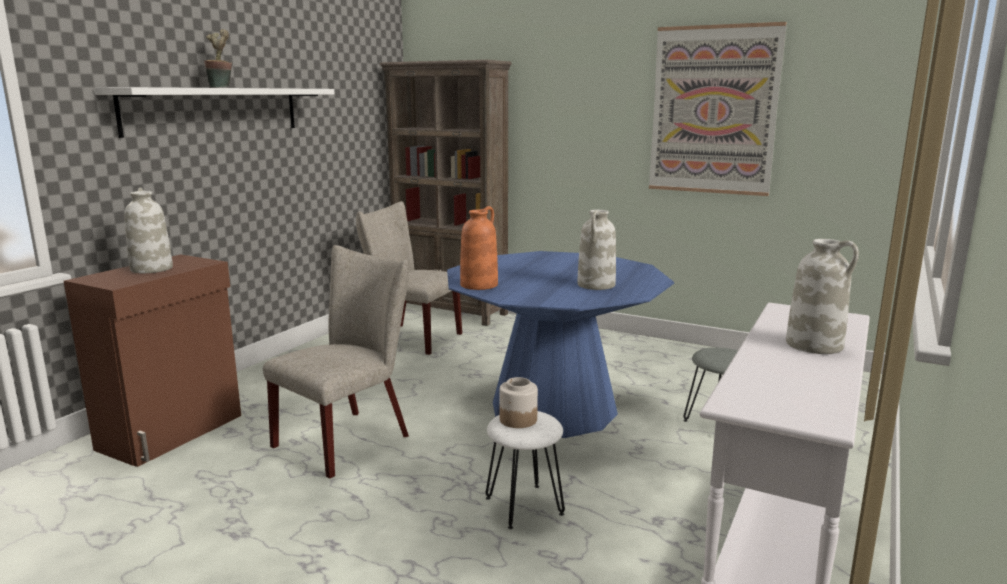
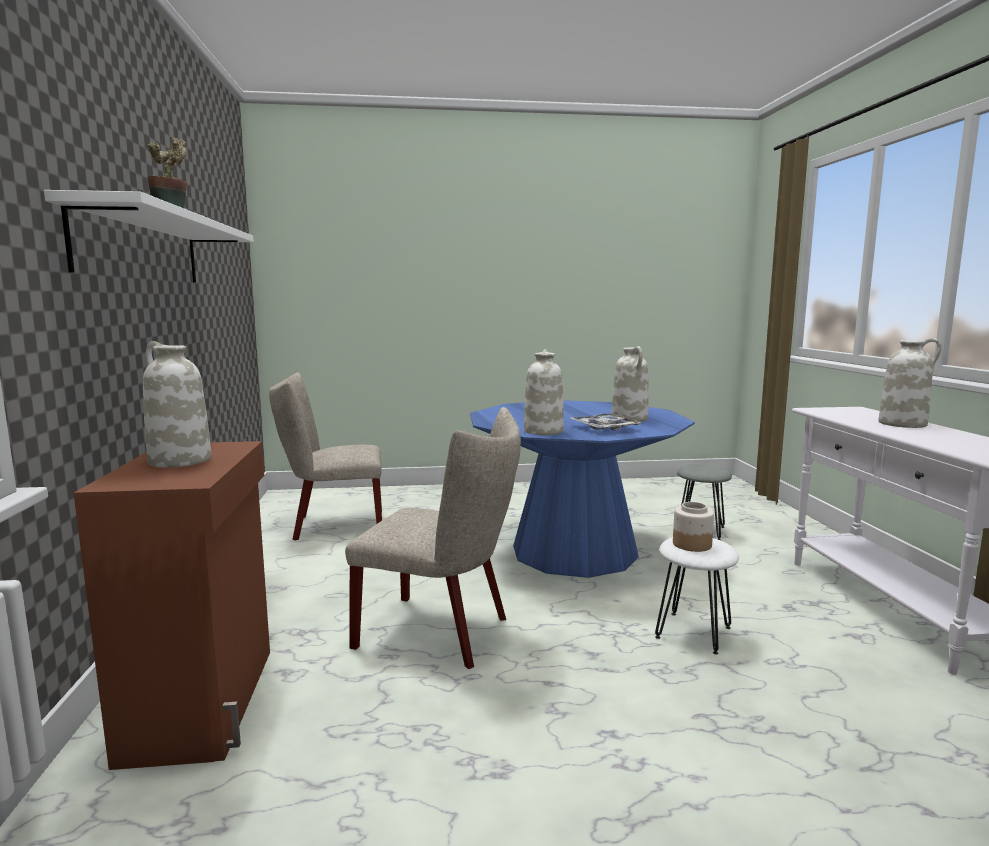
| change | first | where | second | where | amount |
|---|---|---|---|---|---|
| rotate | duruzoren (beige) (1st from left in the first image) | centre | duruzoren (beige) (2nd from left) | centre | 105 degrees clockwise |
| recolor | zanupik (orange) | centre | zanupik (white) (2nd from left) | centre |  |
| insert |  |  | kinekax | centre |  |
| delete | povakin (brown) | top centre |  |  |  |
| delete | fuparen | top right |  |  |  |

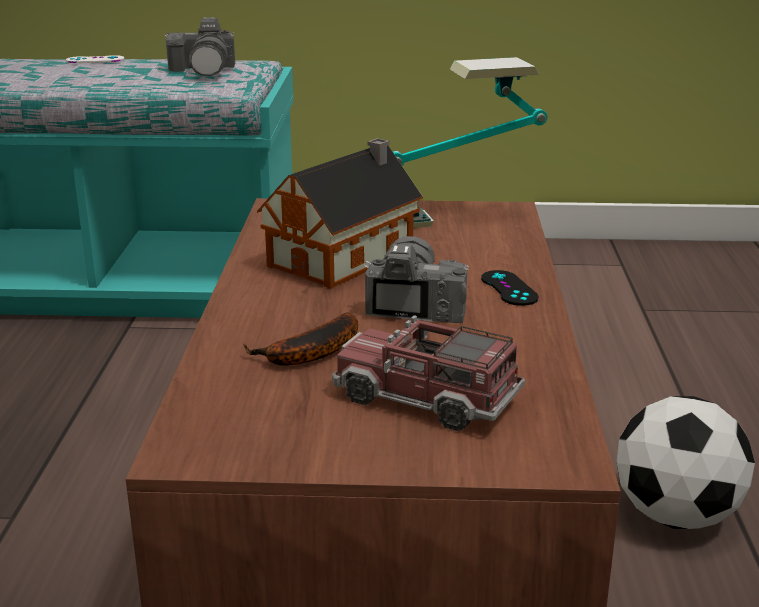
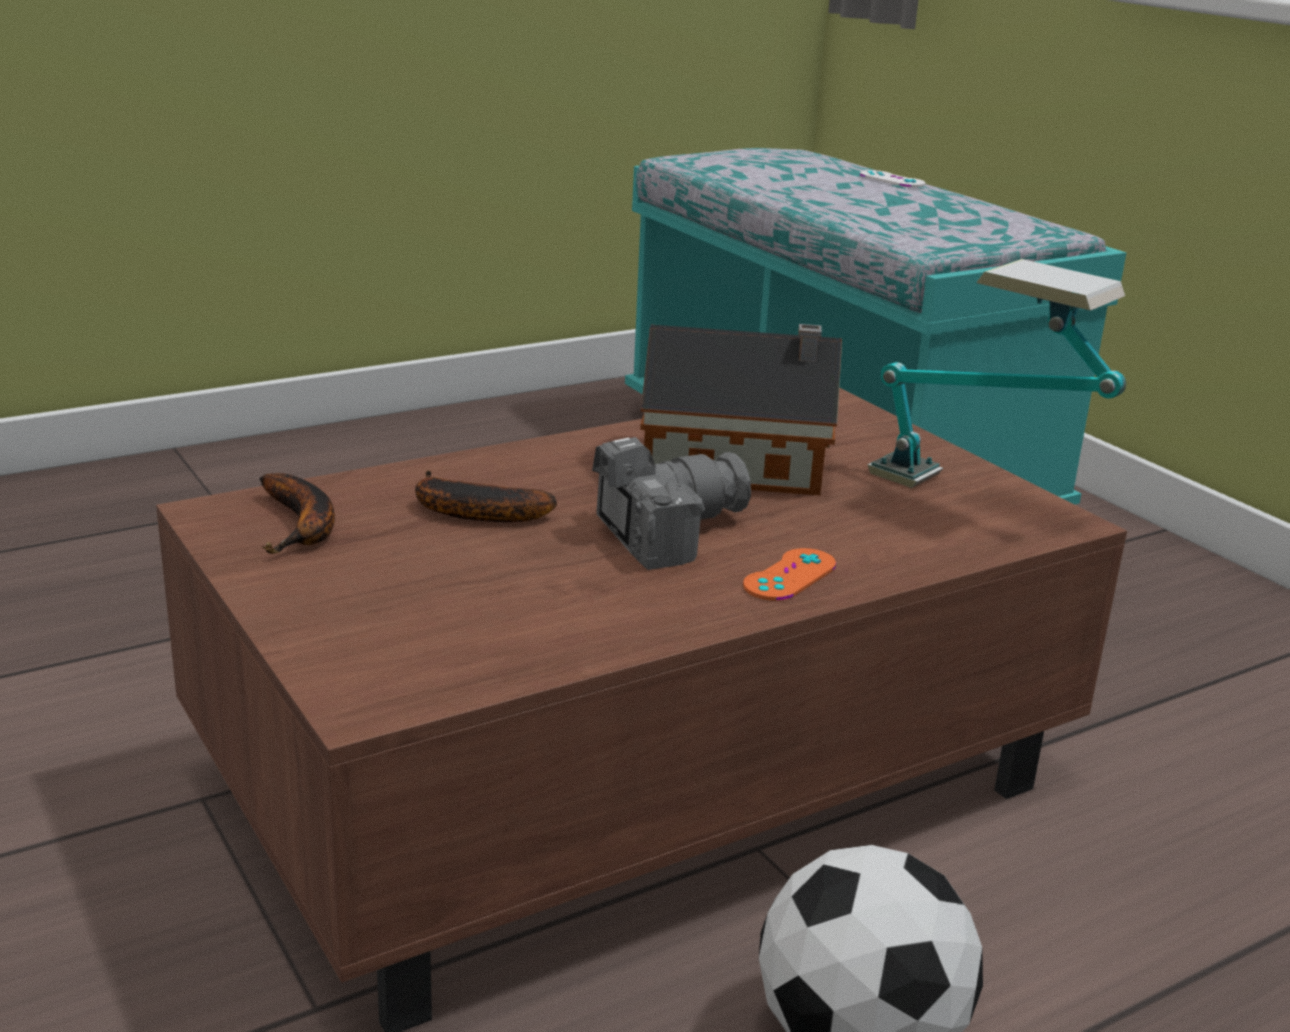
| change | first | where | second | where | amount |
|---|---|---|---|---|---|
| insert |  |  | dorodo (1st from left) | middle left |  |
| recolor | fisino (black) | middle right | fisino (orange) | centre |  |
| delete | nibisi (1st from left) | top left |  |  |  |
| delete | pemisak | centre |  |  |  |

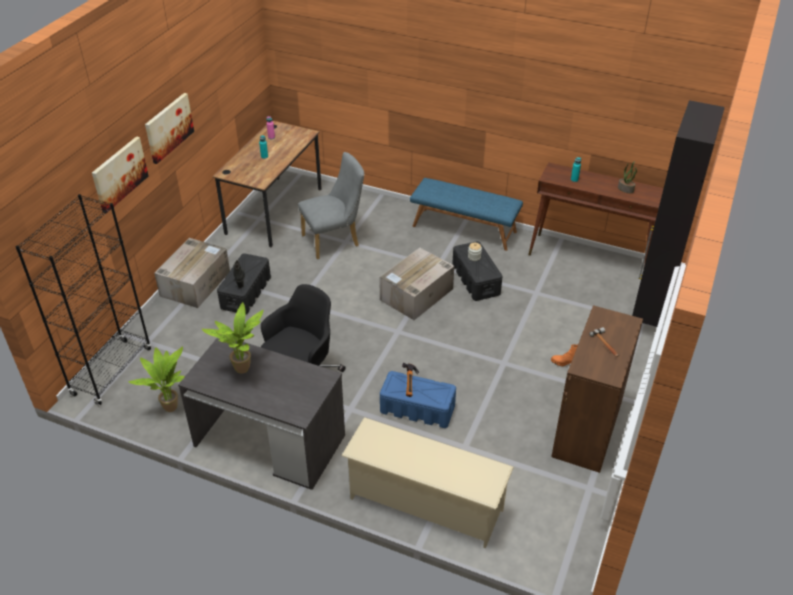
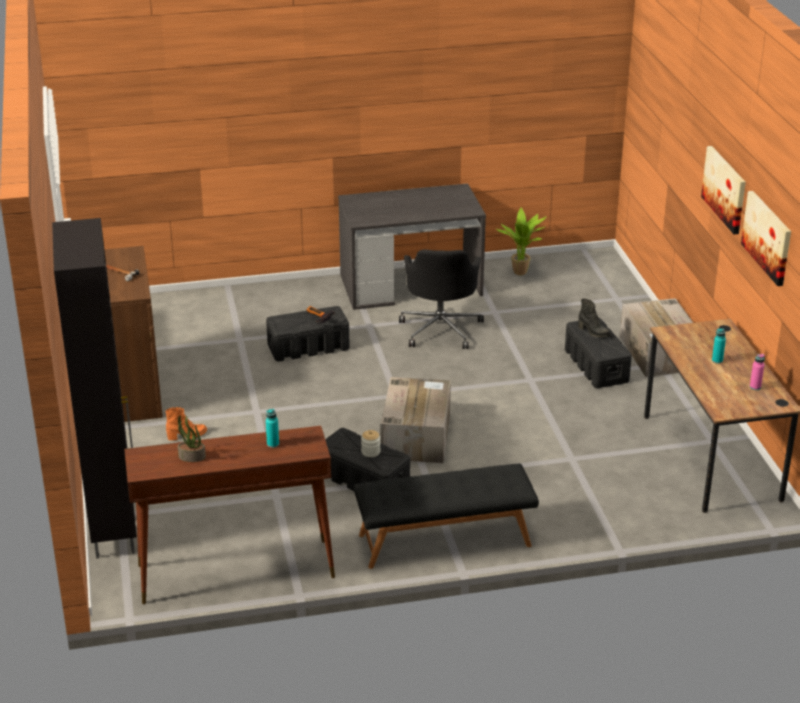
| change | first | where | second | where | amount |
|---|---|---|---|---|---|
| recolor | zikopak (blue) | bottom centre | zikopak (black) (1st from left) | centre |  |
| recolor | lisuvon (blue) | centre | lisuvon (black) | bottom centre |  |
| move | fuparen (1st from left in the first image) | top left | fuparen (2nd from left) | middle right |  |
| delete | povakin (black) | middle left |  |  |  |
| delete | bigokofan (2nd from left) | middle left |  |  |  |
| delete | duruzoren (grey) | centre |  |  |  |
| delete | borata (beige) | bottom centre |  |  |  |

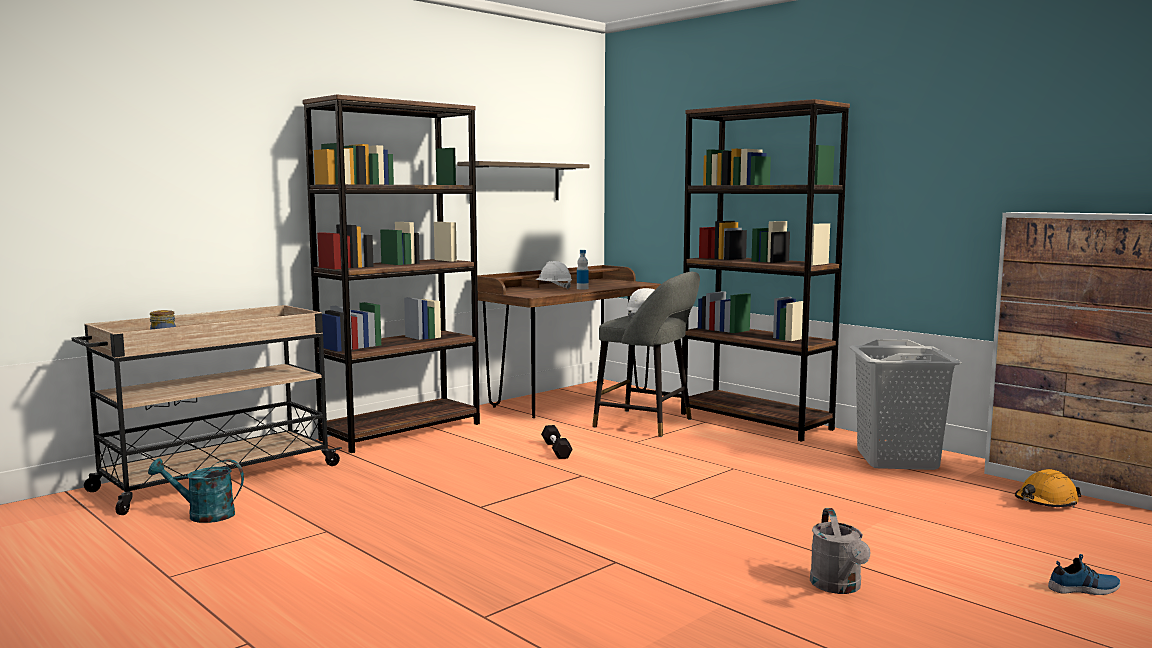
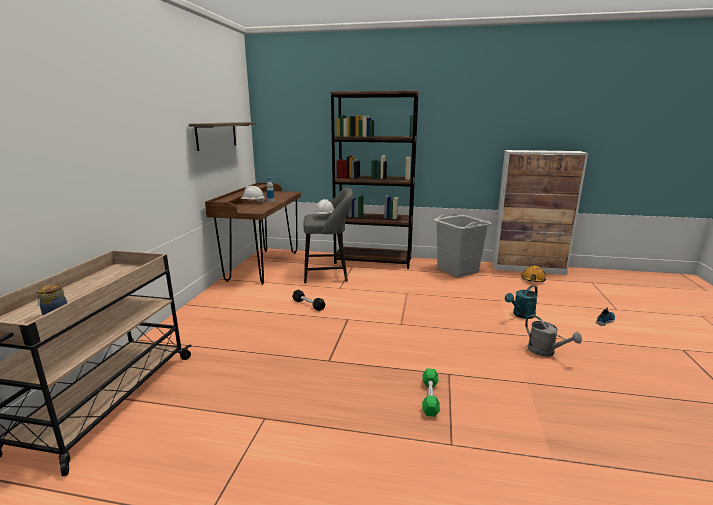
| change | first | where | second | where | amount |
|---|---|---|---|---|---|
| insert |  |  | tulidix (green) | bottom centre |  |
| move | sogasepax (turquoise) | bottom left |  | middle right |  |
| delete | povakin (brown) (1st from left) | centre |  |  |  |

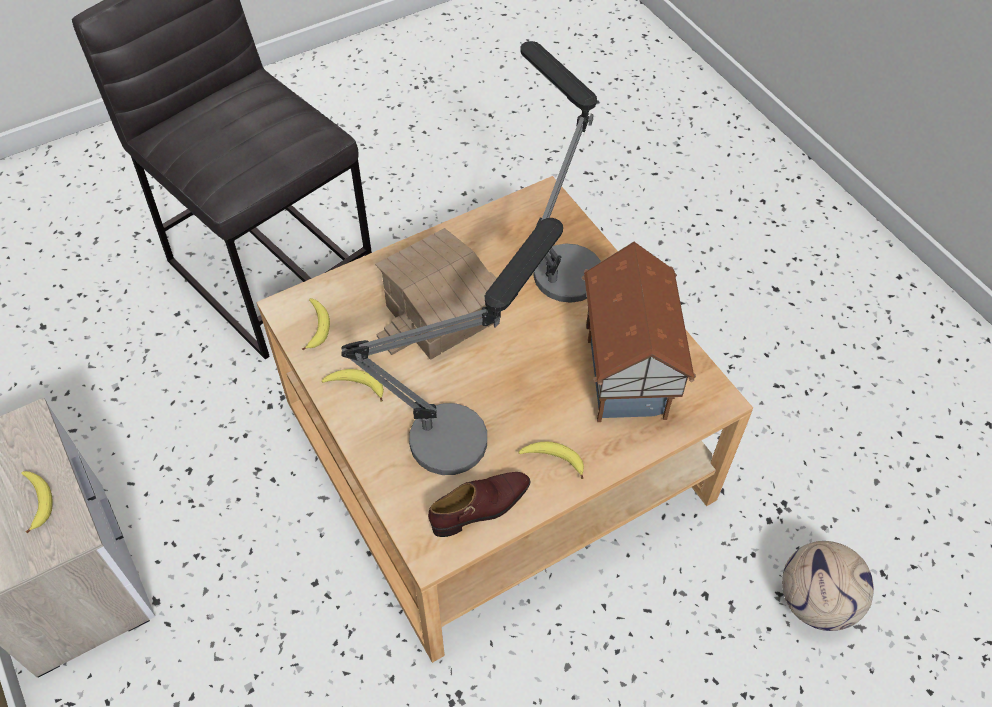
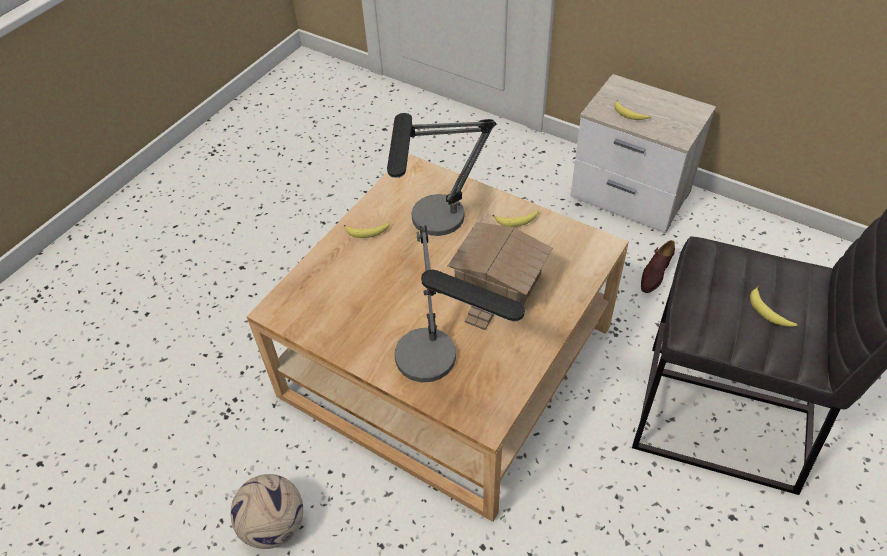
| change | first | where | second | where | amount |
|---|---|---|---|---|---|
| move | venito | bottom right |  | bottom left |  |
| move | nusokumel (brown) | bottom centre |  | middle right |  |
| move | dorodo (2nd from left in the first image) | middle left | dorodo (4th from left) | middle right |  |
| delete | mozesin (2nd from left) | centre |  |  |  |

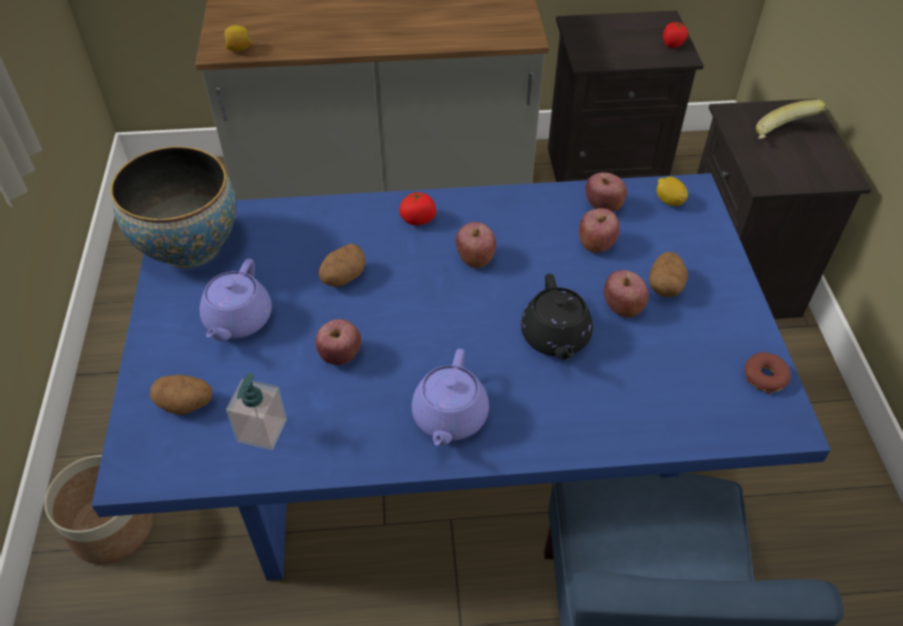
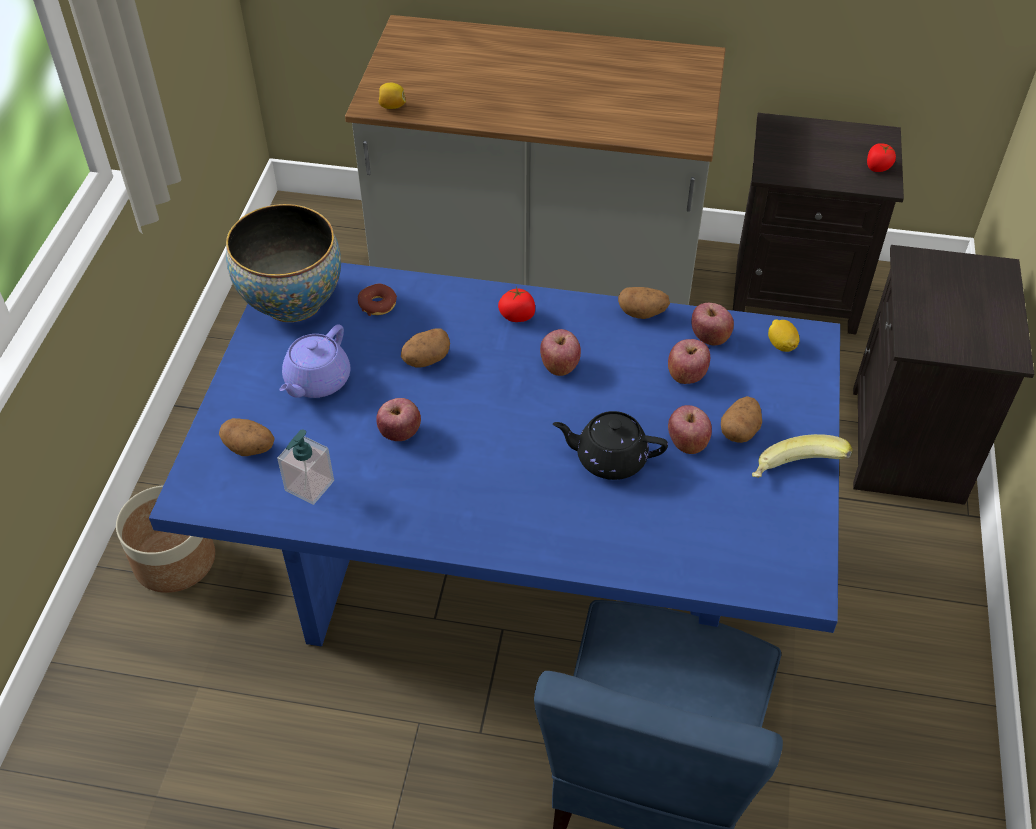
| change | first | where | second | where | amount |
|---|---|---|---|---|---|
| move | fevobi | middle right |  | centre |  |
| rotate | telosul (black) | centre |  | centre | 90 degrees clockwise |
| insert |  |  | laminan (3rd from left) | centre |  |
| move | dorodo | top right |  | middle right |  |
| delete | telosul (purple) (2nd from left) | centre |  |  |  |

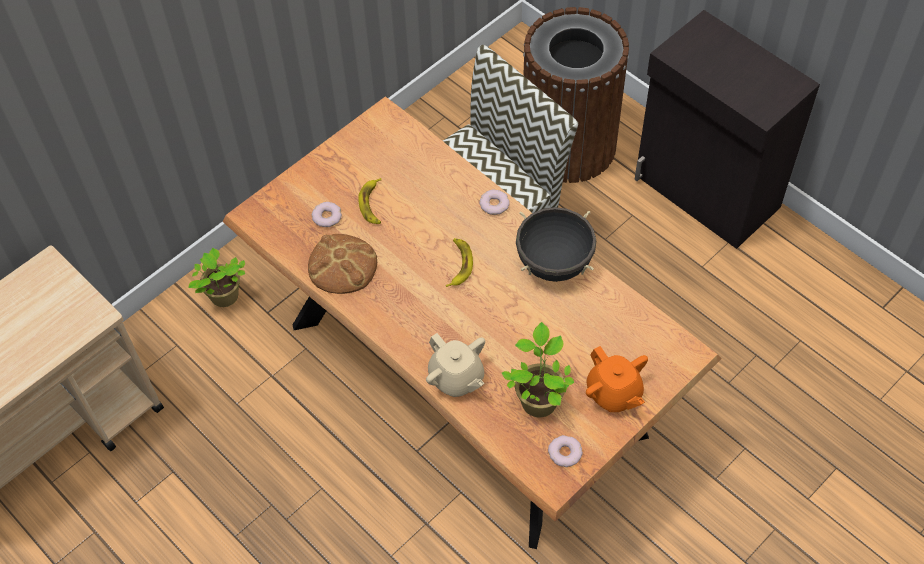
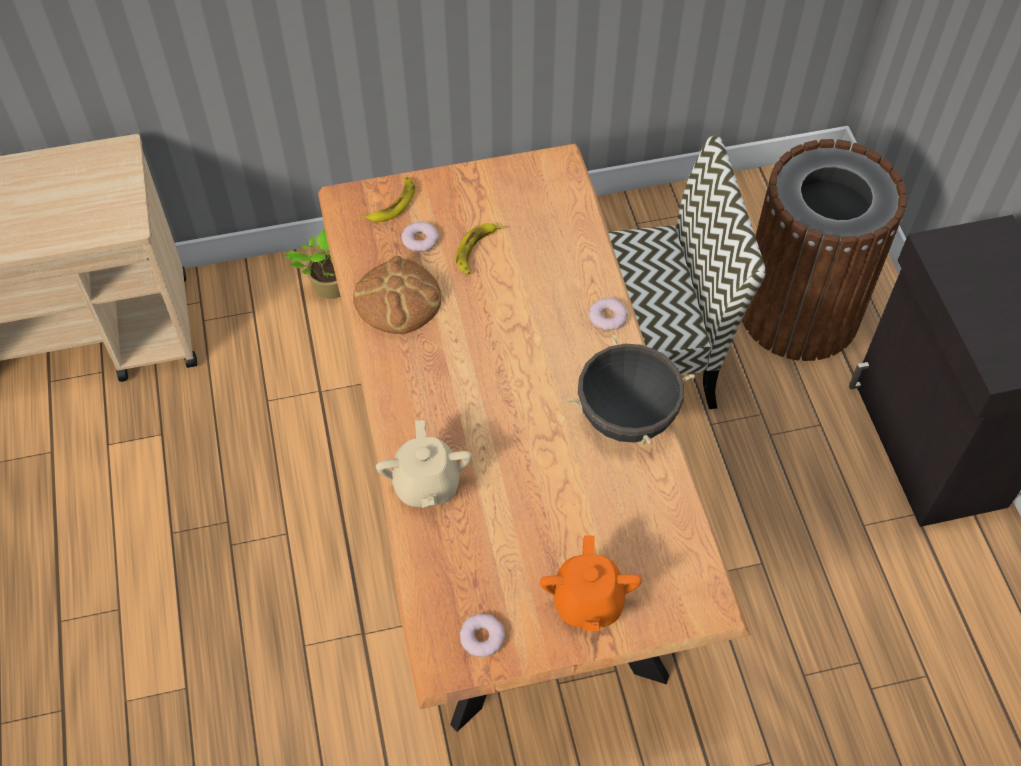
| change | first | where | second | where | amount |
|---|---|---|---|---|---|
| move | dorodo (2nd from left in the first image) | centre | dorodo (1st from left) | top centre |  |
| delete | bigokofan (2nd from left) | centre |  |  |  |

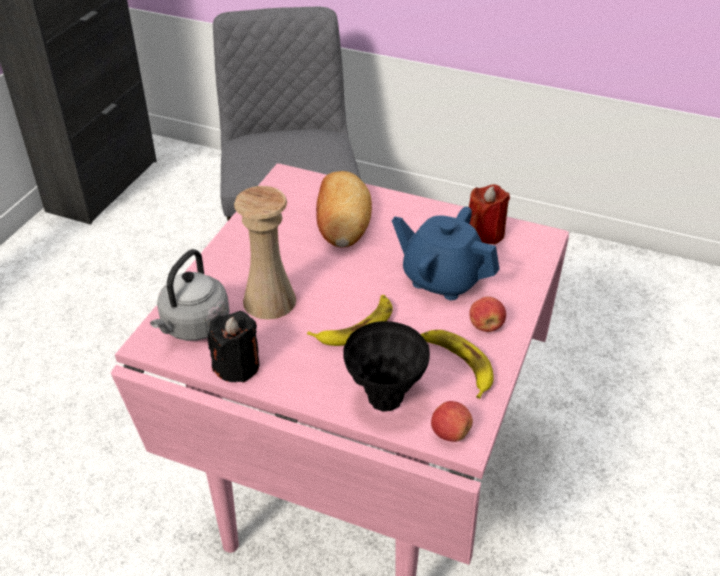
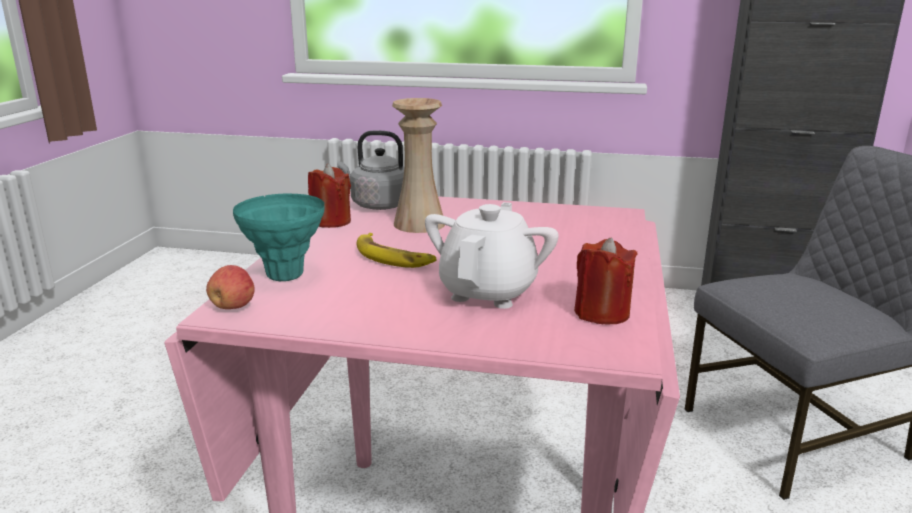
| change | first | where | second | where | amount |
|---|---|---|---|---|---|
| recolor | zanupik (black) | centre | zanupik (turquoise) | middle left |  |
| recolor | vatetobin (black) | middle left | vatetobin (red) (1st from left) | centre |  |
| recolor | telosul (blue) | centre | telosul (white) | centre |  |
| delete | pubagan | centre |  |  |  |
| delete | dorodo (2nd from left) | centre |  |  |  |
| delete | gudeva (2nd from left) | middle right |  |  |  |

